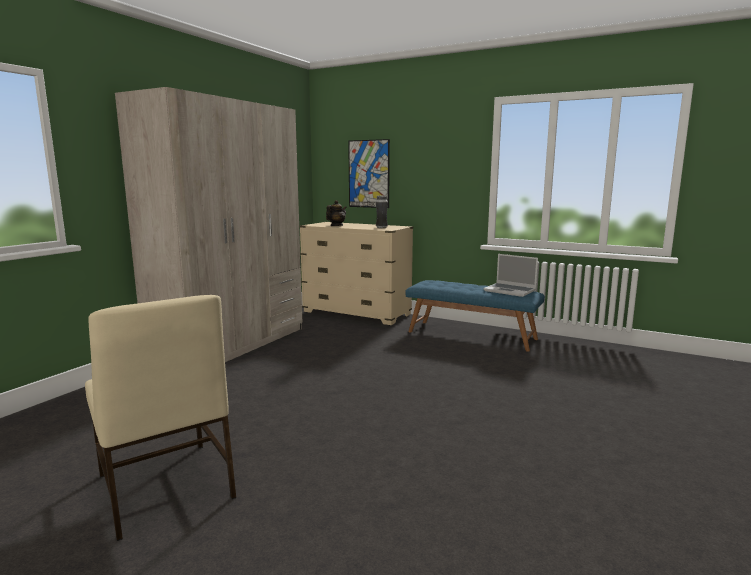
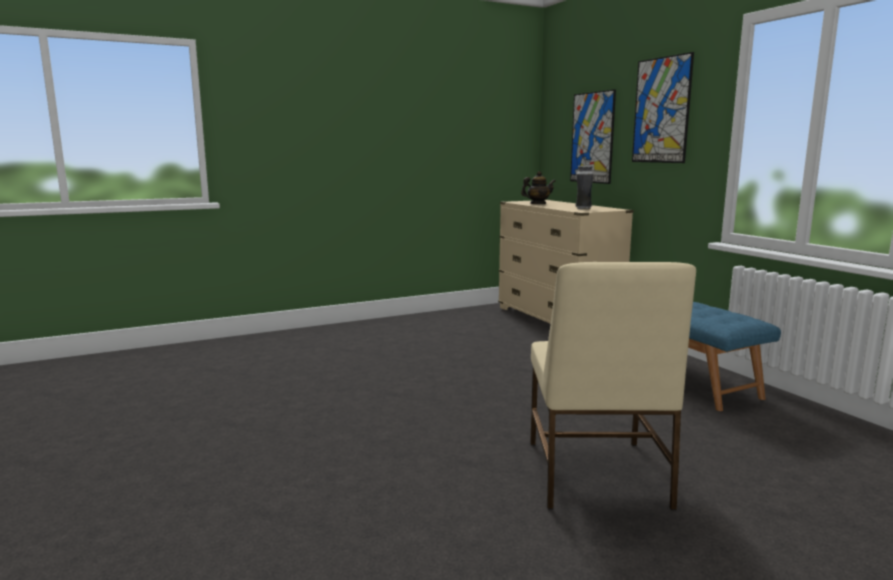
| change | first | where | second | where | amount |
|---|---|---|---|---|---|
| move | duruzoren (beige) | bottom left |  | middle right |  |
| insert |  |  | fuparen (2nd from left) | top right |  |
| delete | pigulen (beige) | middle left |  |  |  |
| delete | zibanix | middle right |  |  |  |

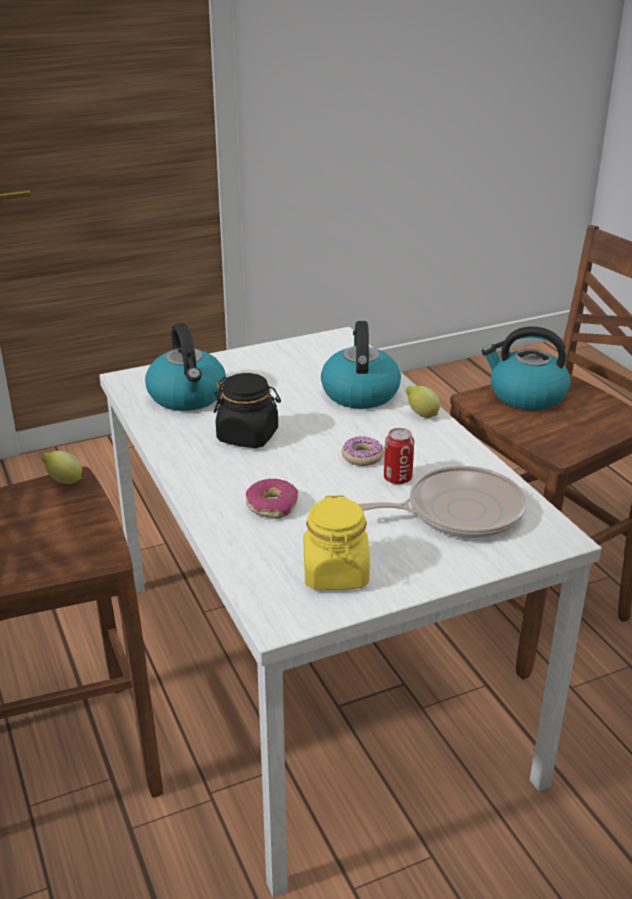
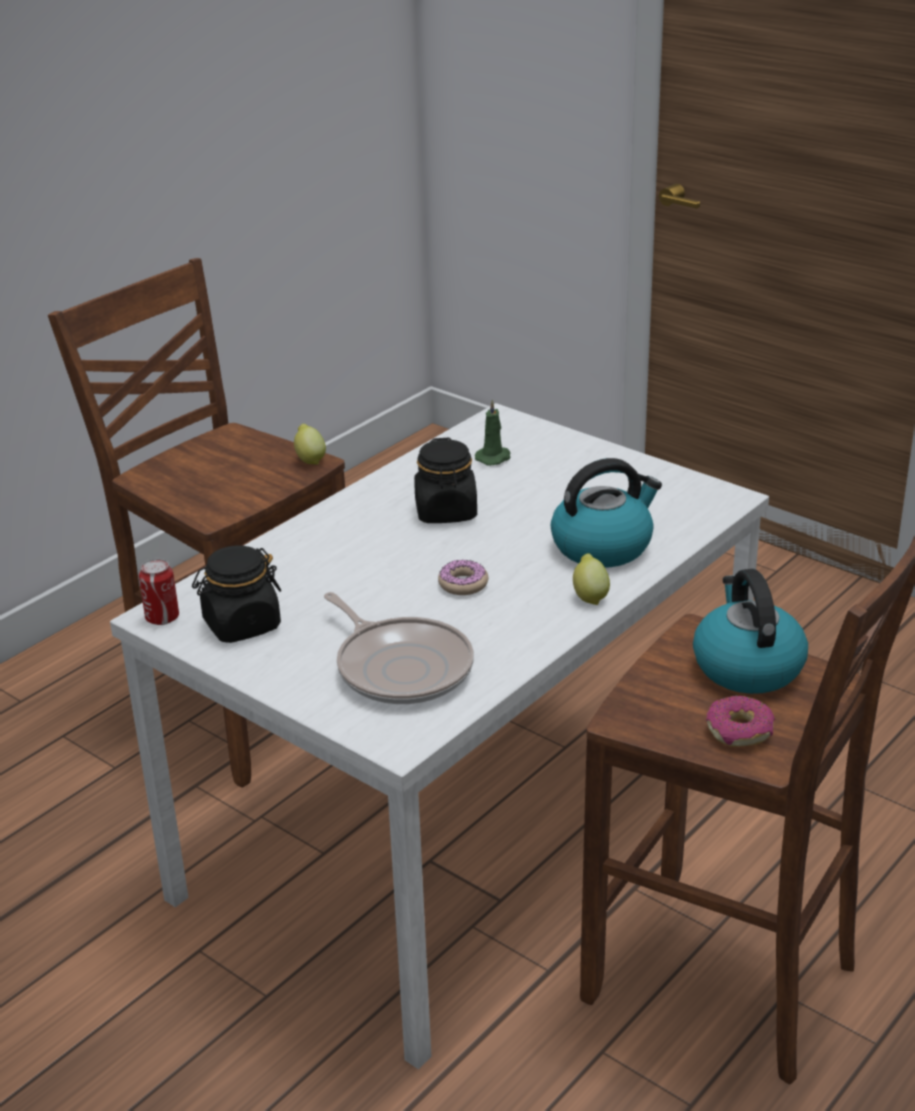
| change | first | where | second | where | amount |
|---|---|---|---|---|---|
| move | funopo | centre |  | middle left |  |
| recolor | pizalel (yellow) | centre | pizalel (black) (1st from left) | middle left |  |
| replace | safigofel (1st from left) | middle left | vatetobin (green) | centre |  |
| move | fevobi (1st from left in the first image) | centre | fevobi (2nd from left) | middle right |  |

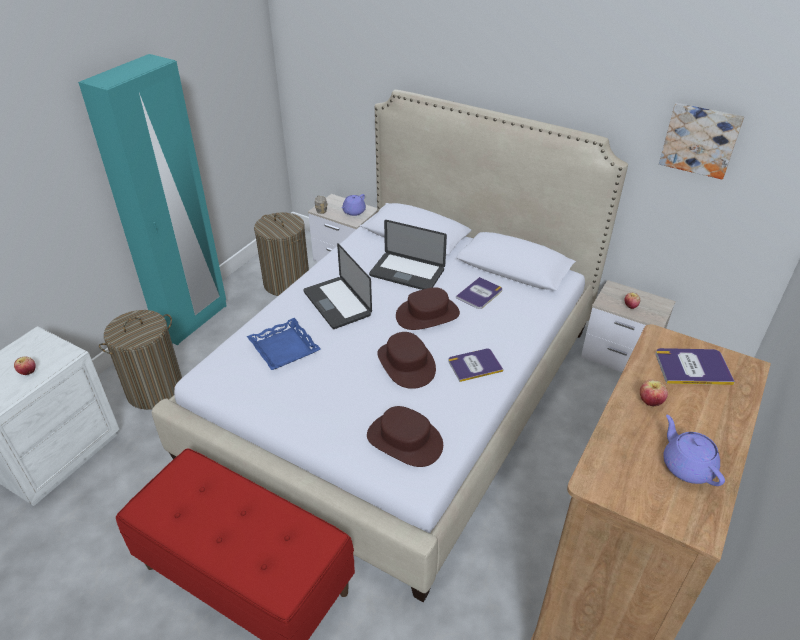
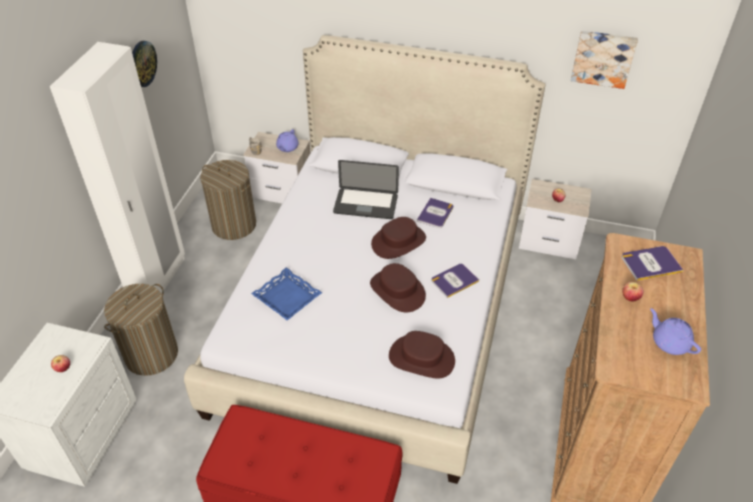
| change | first | where | second | where | amount |
|---|---|---|---|---|---|
| recolor | pigulen (turquoise) | top left | pigulen (white) | middle left |  |
| insert |  |  | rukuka | top left |  |
| delete | zibanix (1st from left) | centre |  |  |  |

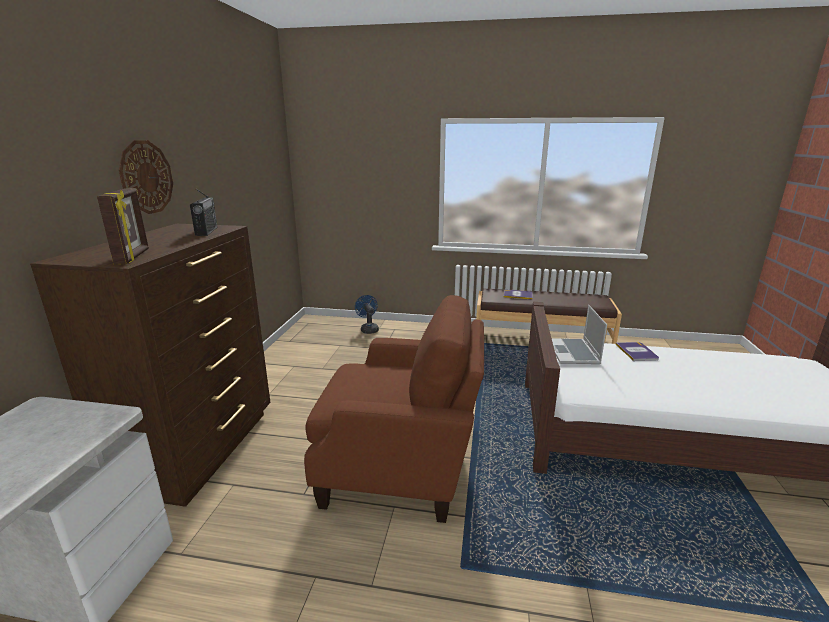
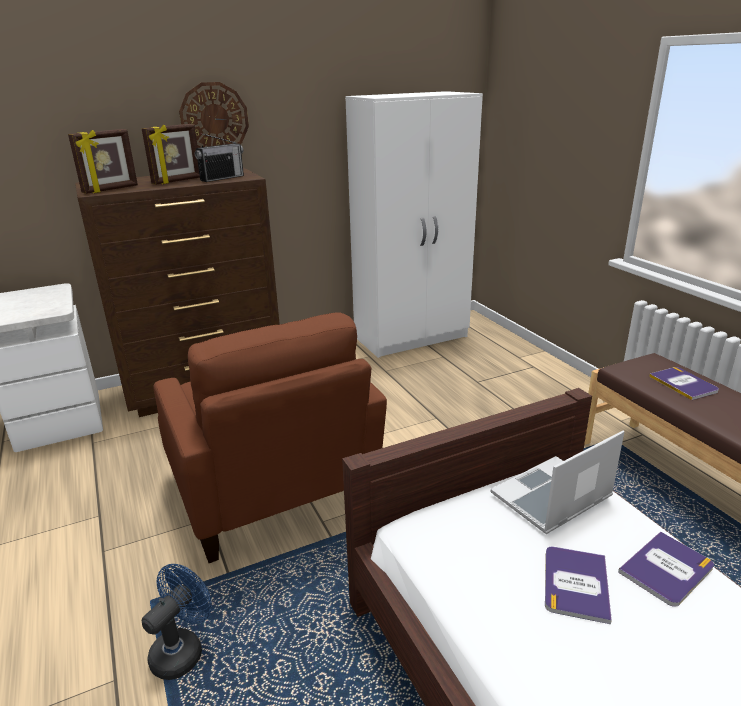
| change | first | where | second | where | amount |
|---|---|---|---|---|---|
| insert |  |  | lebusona (2nd from left) | top left |  |
| move | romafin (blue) | centre |  | bottom left |  |
| insert |  |  | pigulen (white) | top centre |  |
| insert |  |  | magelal (1st from left) | bottom right |  |

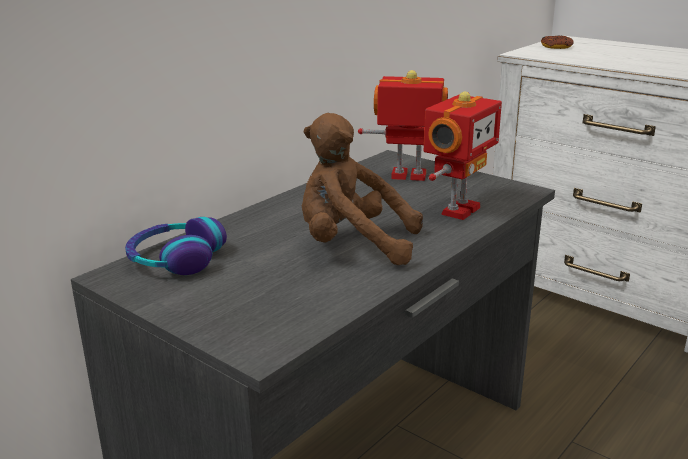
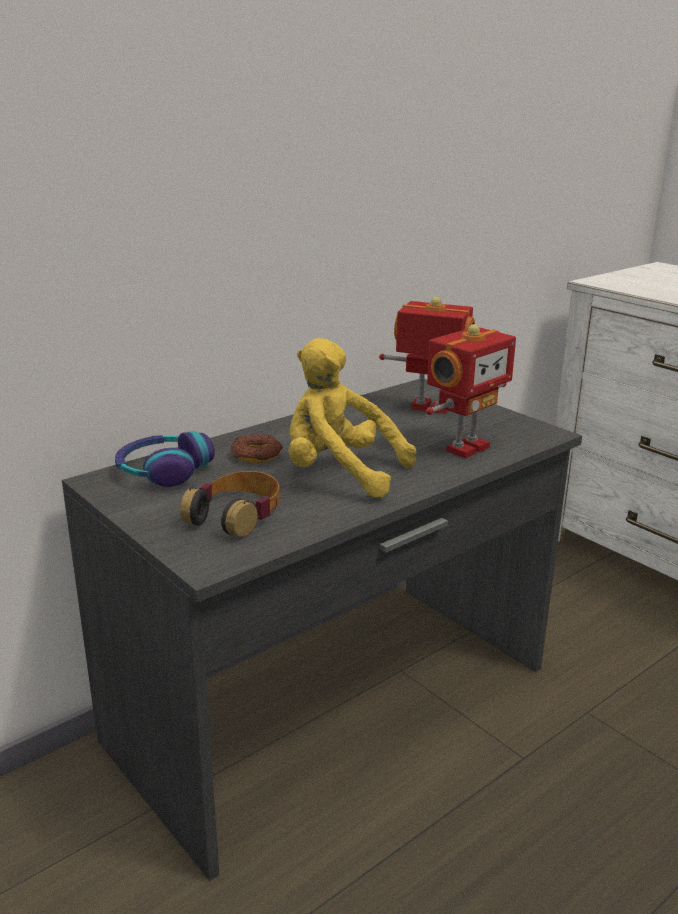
| change | first | where | second | where | amount |
|---|---|---|---|---|---|
| insert |  |  | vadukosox (2nd from left) | centre |  |
| move | fevobi | top right |  | centre |  |
| recolor | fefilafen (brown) | centre | fefilafen (yellow) | centre |  |

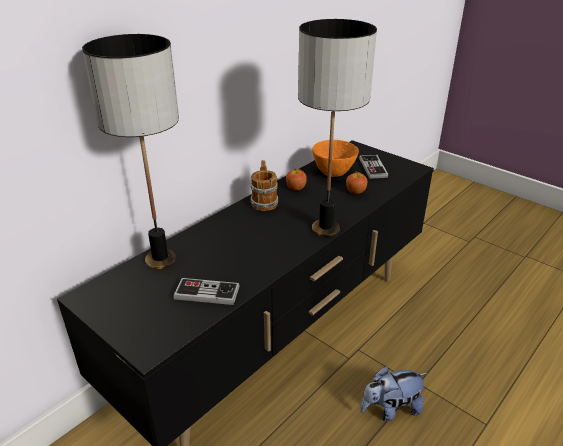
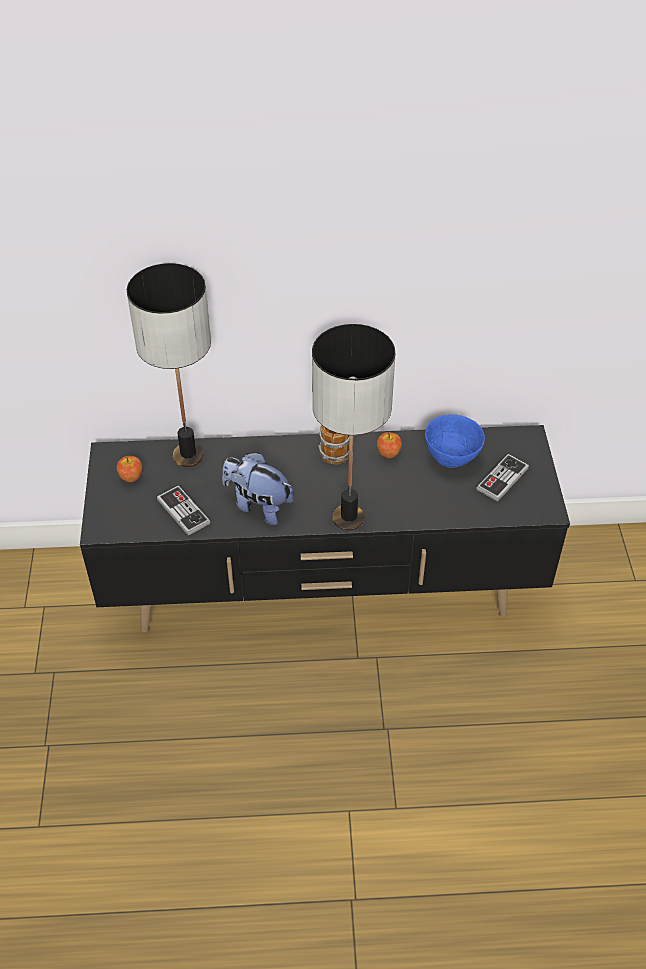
| change | first | where | second | where | amount |
|---|---|---|---|---|---|
| move | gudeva (2nd from left in the first image) | centre | gudeva (1st from left) | middle left |  |
| move | fefilafen | bottom right |  | centre |  |
| recolor | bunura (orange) | centre | bunura (blue) | middle right |  |

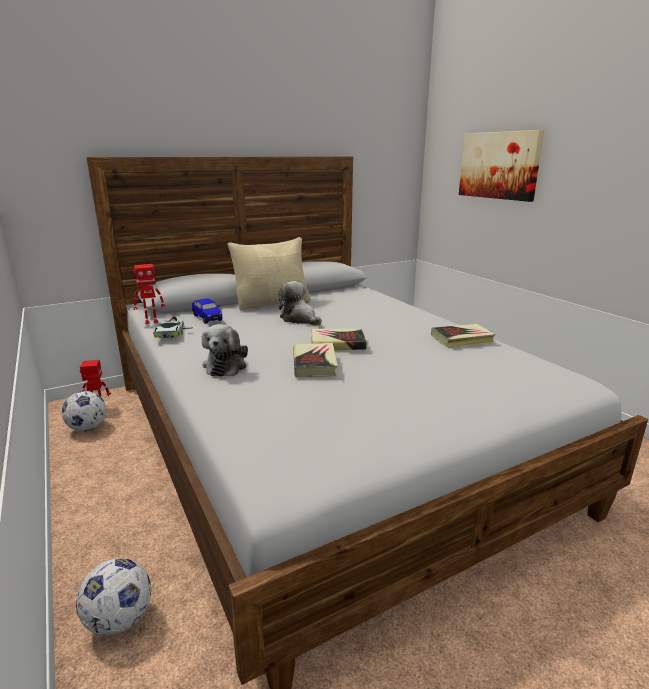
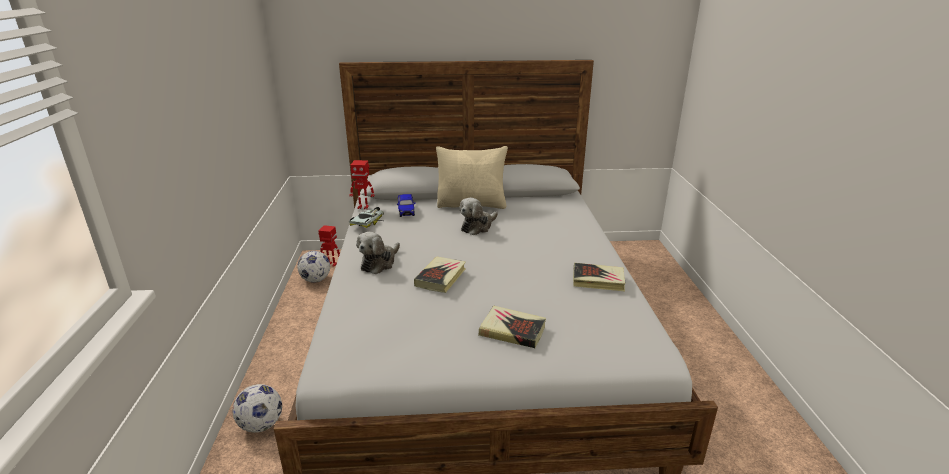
| change | first | where | second | where | amount |
|---|---|---|---|---|---|
| rotate | fefilafen (2nd from left) | centre |  | centre | 120 degrees counterclockwise |
| move | magelal (2nd from left) | centre |  | bottom centre |  |
| delete | fuparen | top right |  |  |  |

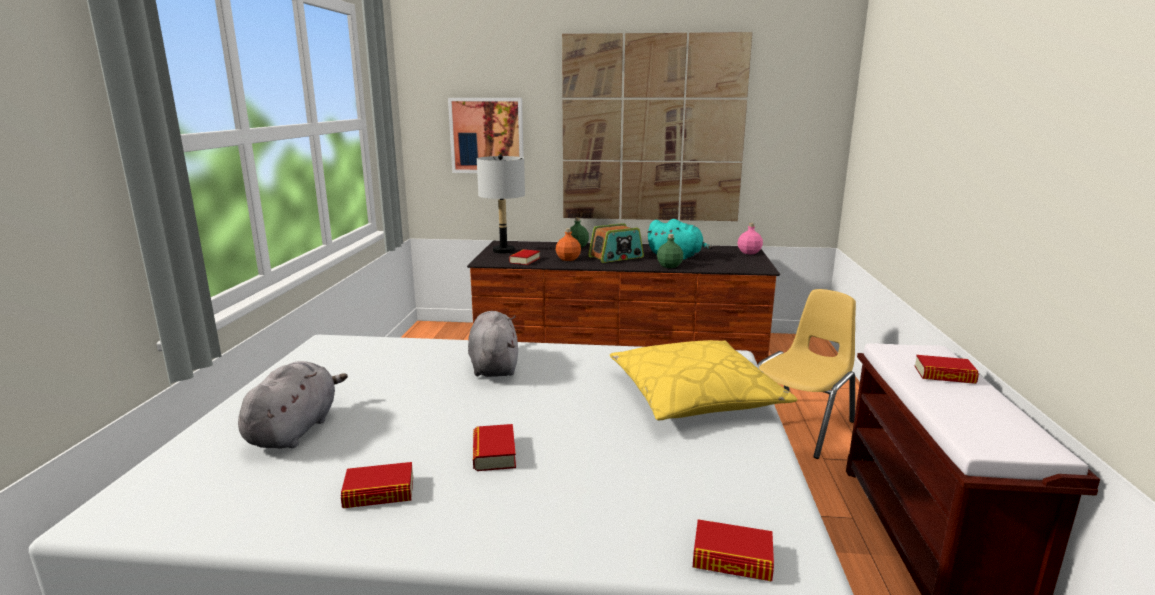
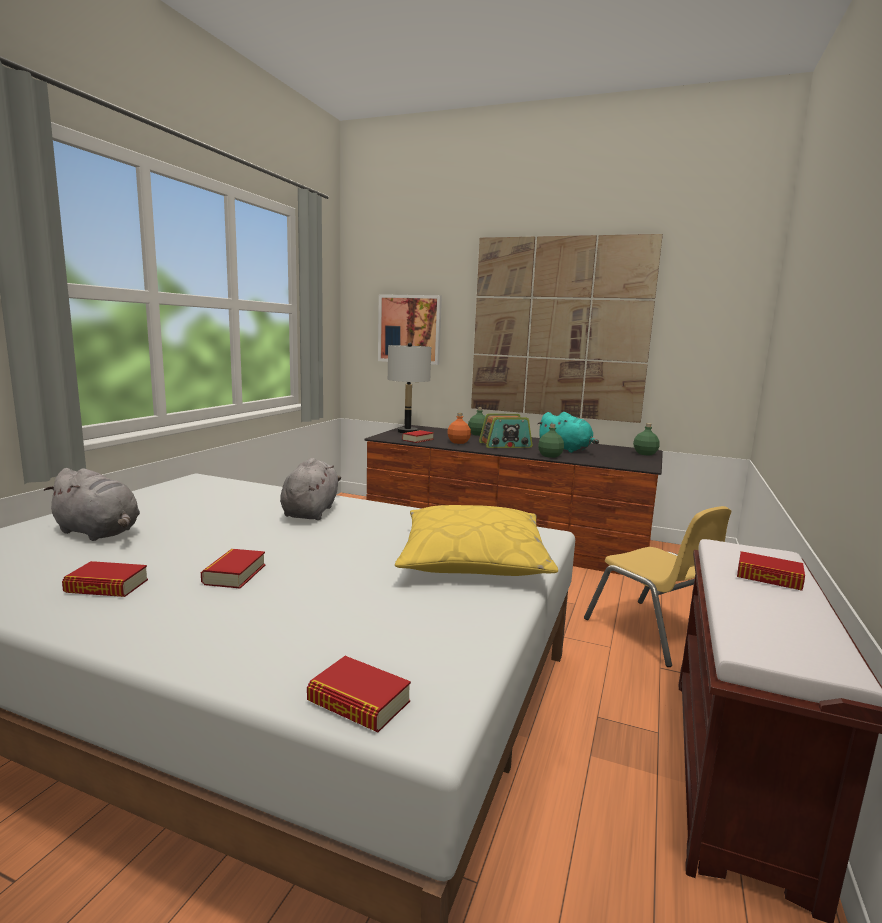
| change | first | where | second | where | amount |
|---|---|---|---|---|---|
| rotate | fefilafen (grey) (1st from left) | bottom left |  | middle left | 90 degrees clockwise |
| rotate | duruzoren (yellow) | middle right |  | middle right | 90 degrees clockwise |
| recolor | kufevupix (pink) | centre | kufevupix (green) (3rd from left) | middle right |  |

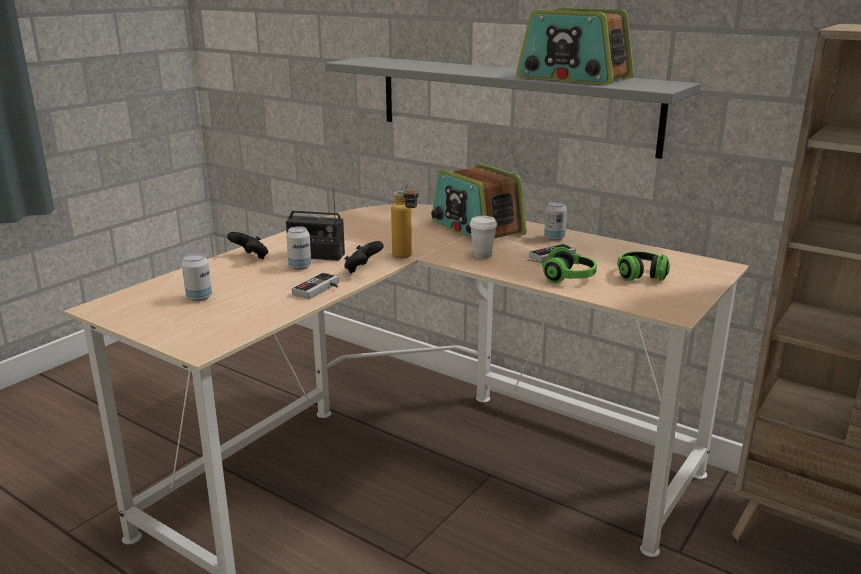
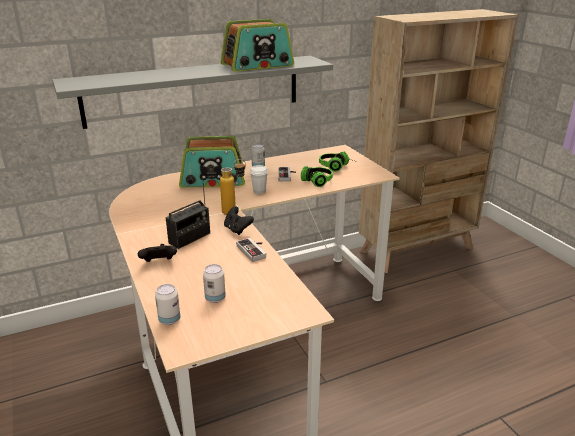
| change | first | where | second | where | amount |
|---|---|---|---|---|---|
| move | funopo (2nd from left in the first image) | centre | funopo (1st from left) | bottom left |  |

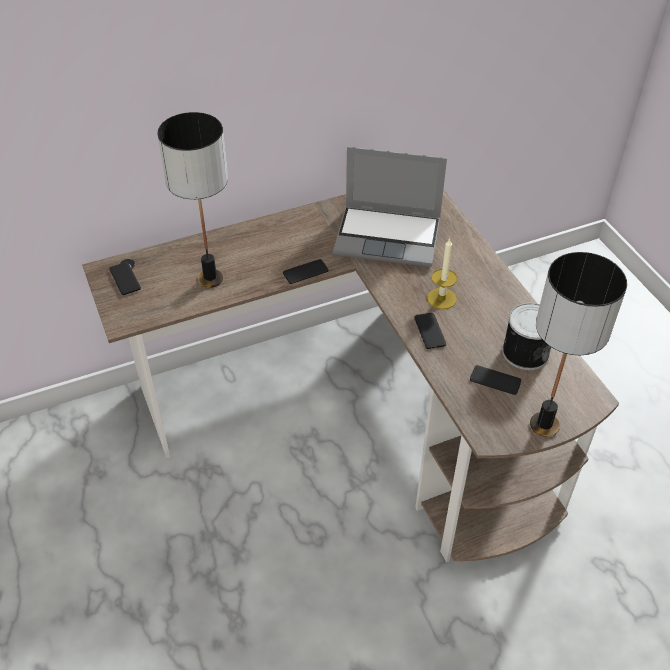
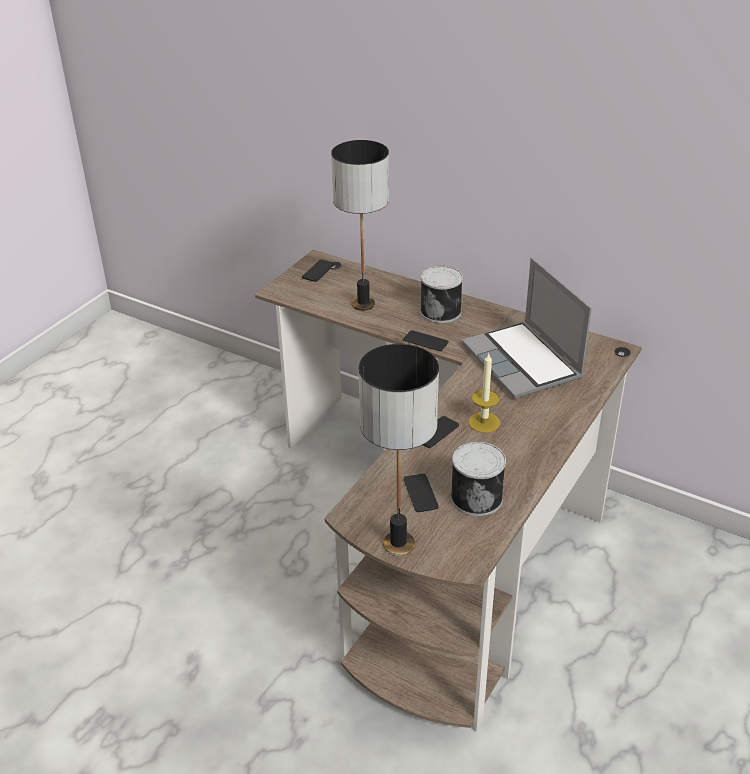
| change | first | where | second | where | amount |
|---|---|---|---|---|---|
| insert |  |  | funopo (1st from left) | centre |  |

